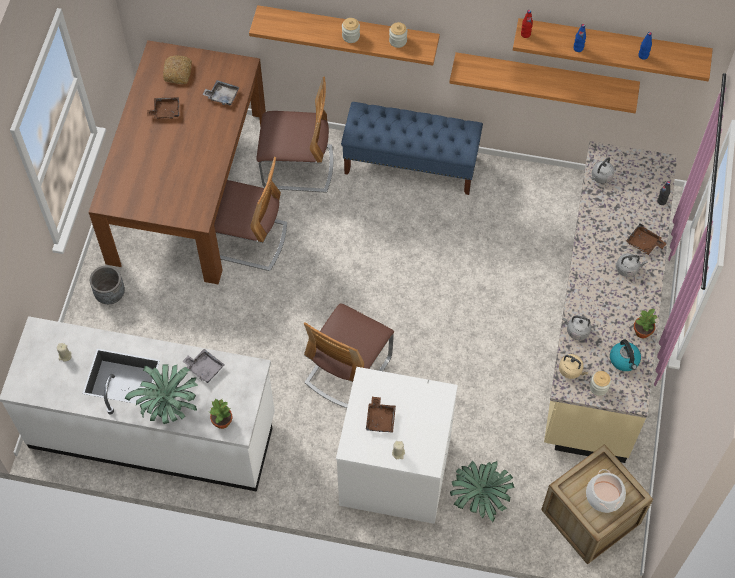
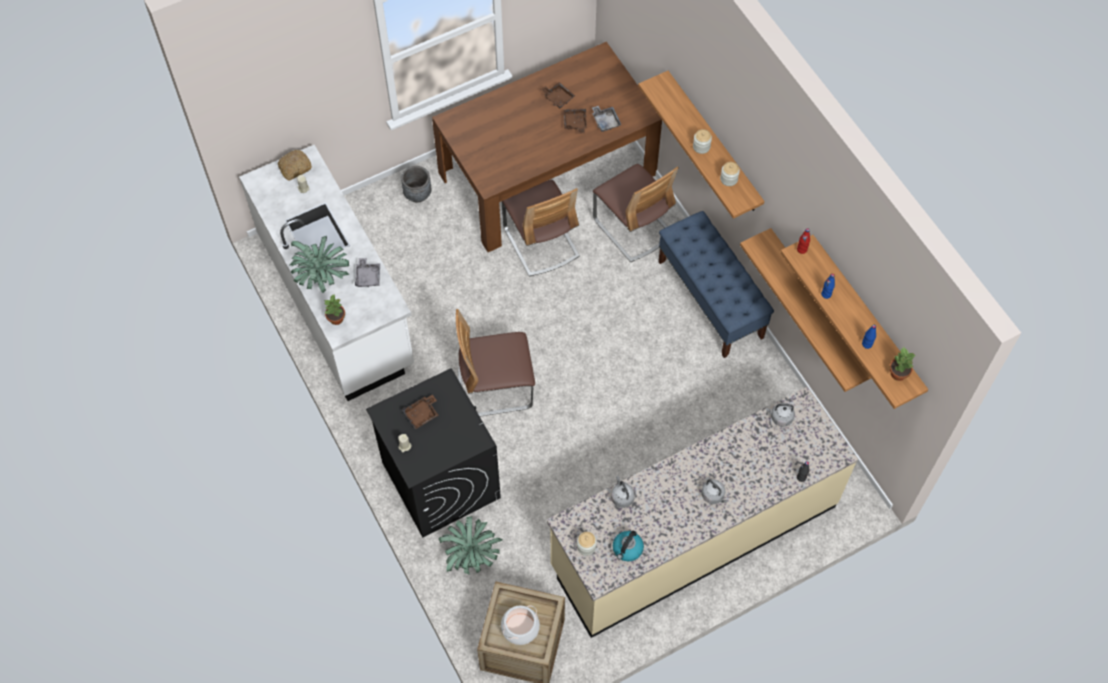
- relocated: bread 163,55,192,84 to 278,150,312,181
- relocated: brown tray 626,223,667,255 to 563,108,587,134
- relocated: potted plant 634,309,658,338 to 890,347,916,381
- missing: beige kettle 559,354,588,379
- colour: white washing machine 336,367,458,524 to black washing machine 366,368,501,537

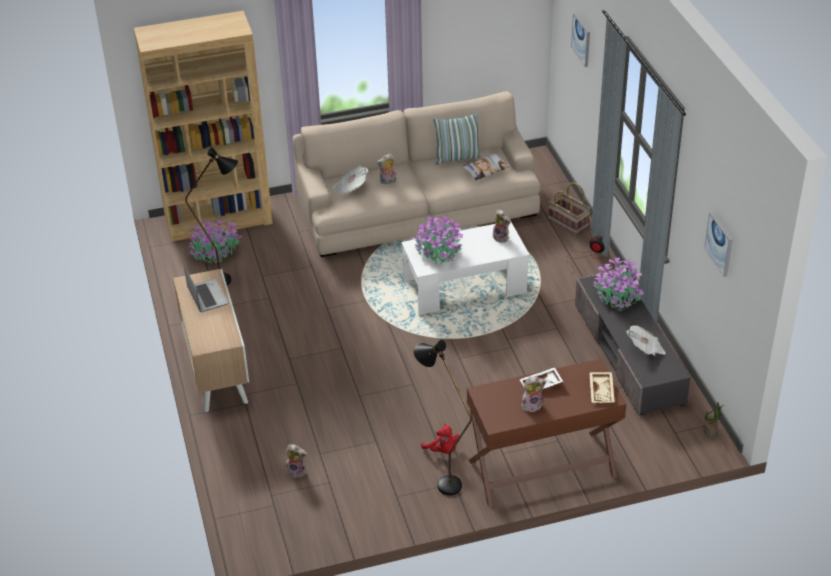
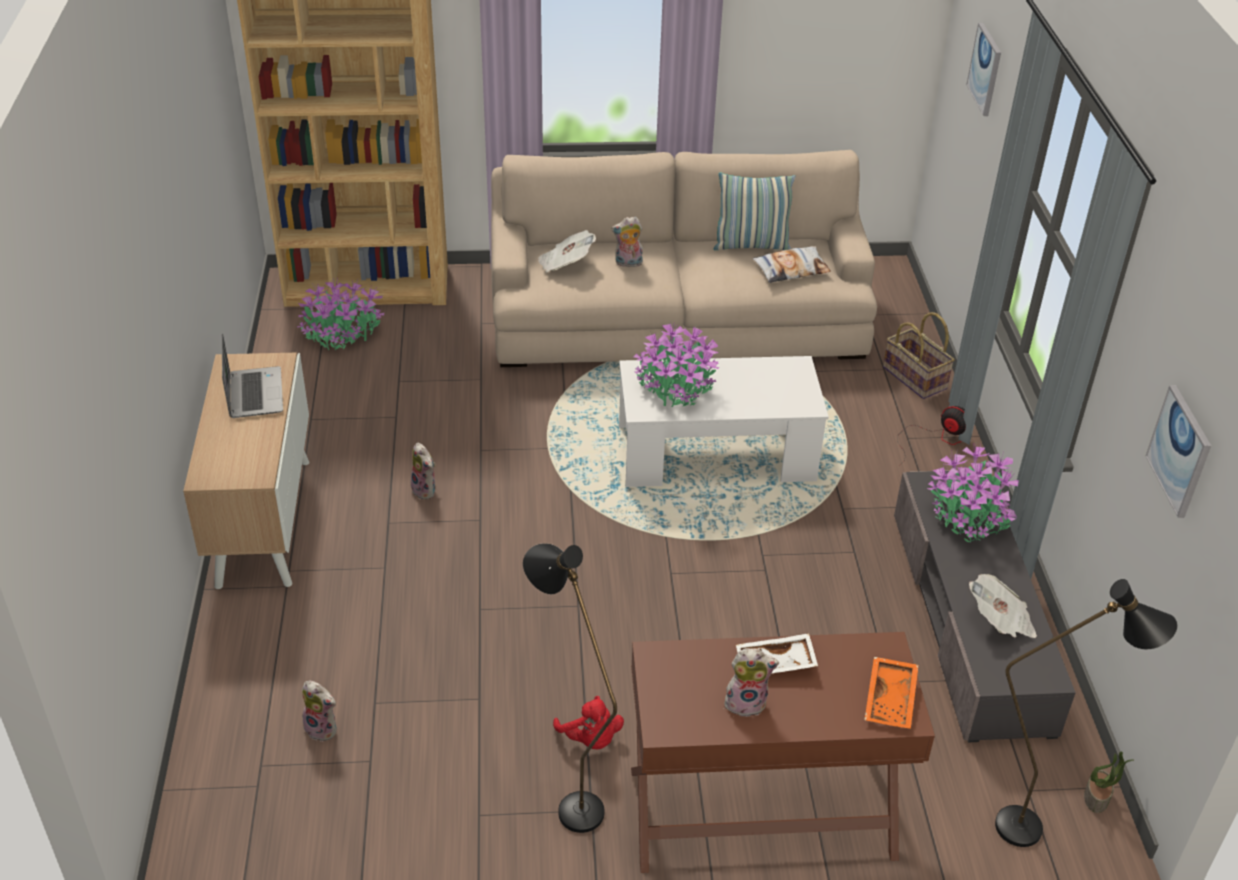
- relocated: black floor lamp 185,147,238,285 to 995,579,1178,847
- relocated: plush toy 493,209,511,243 to 411,443,436,500
- colour: beige tray 589,372,615,403 to orange tray 864,657,919,729

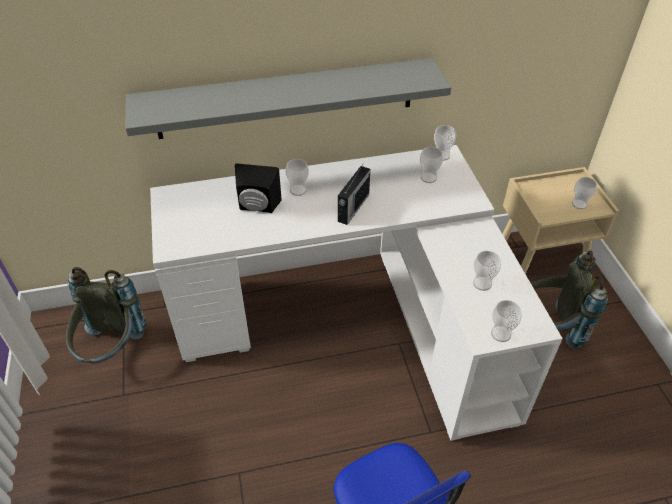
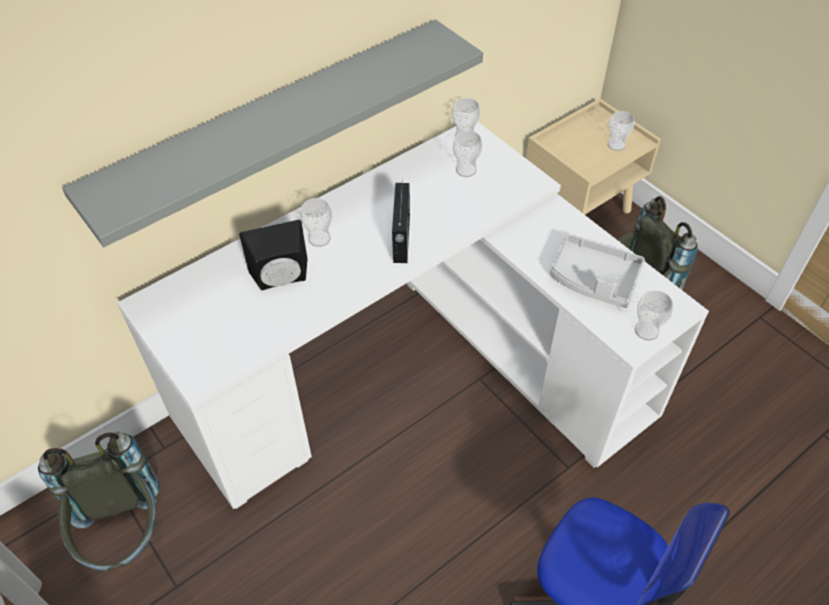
- exchanged: cup 473,251,501,291 to grey tray 550,234,645,308

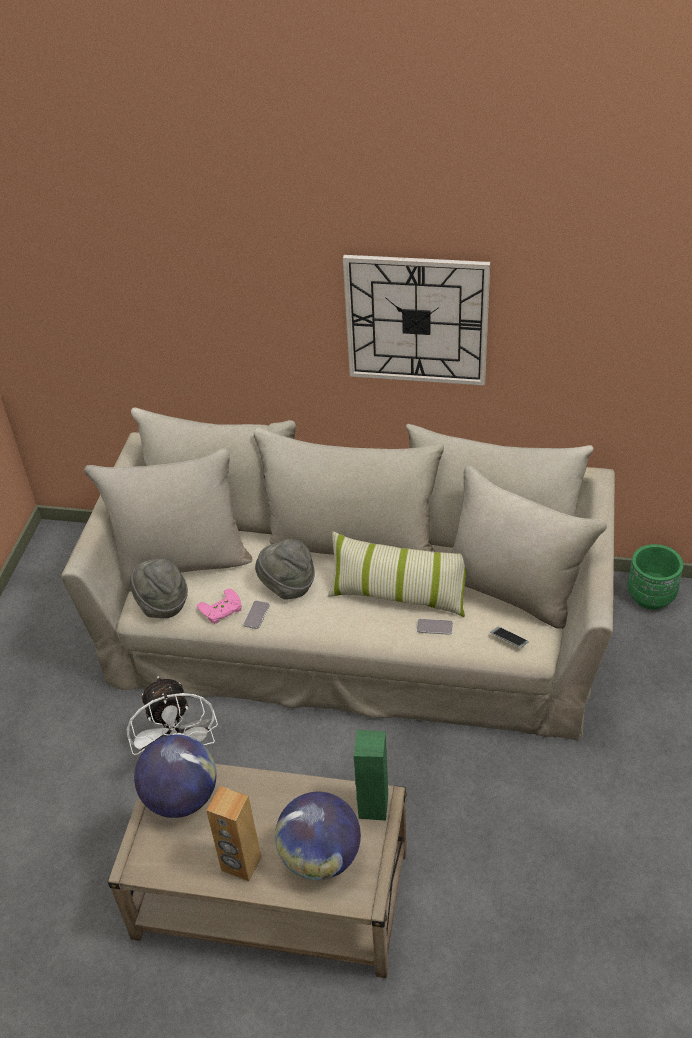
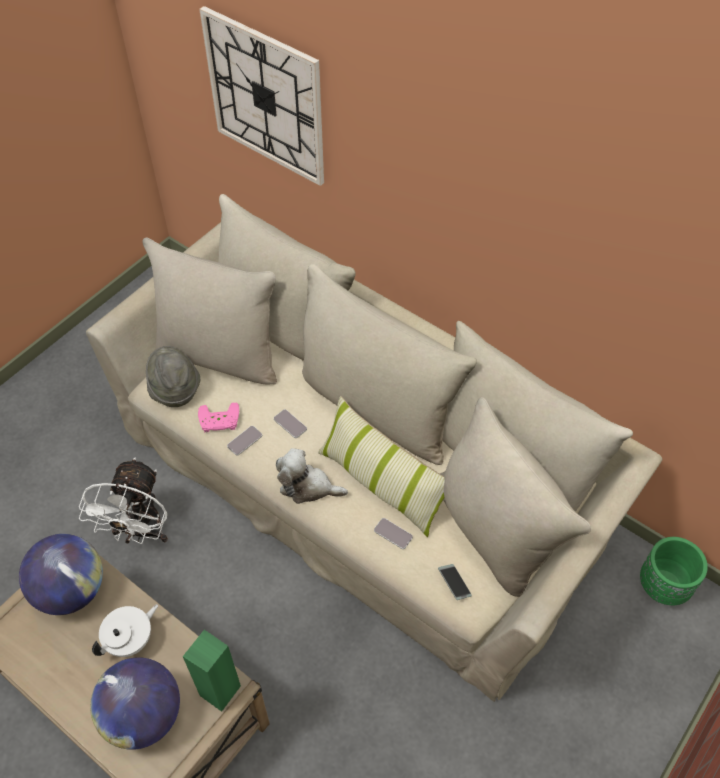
- relocated: wall clock 343,255,490,386 to 199,6,324,186
- exchanged: grey hat 255,539,315,600 to phone 274,409,307,438
- missing: brown speaker 206,786,261,881
- appeared: plush toy 276,448,348,504
- appeared: white teapot 92,604,158,657

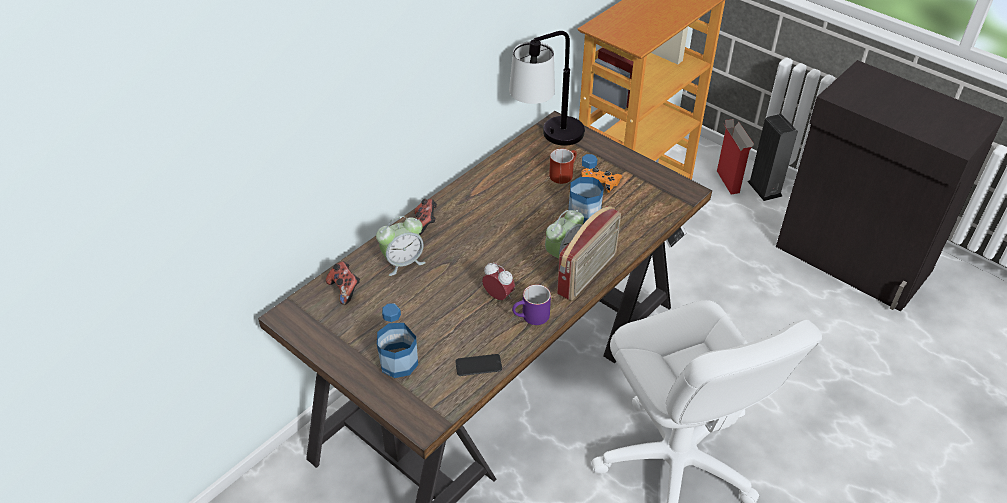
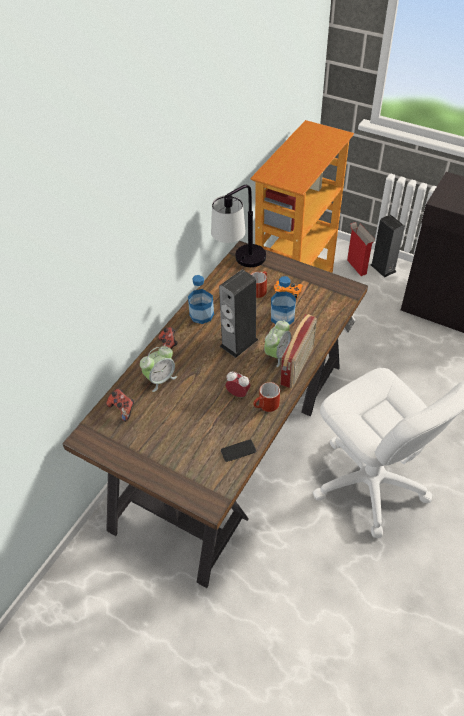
- colour: purple mug 512,284,551,325 to red mug 253,382,280,412
- relocated: bottle 377,303,418,378 to 188,275,214,324
- appeared: speaker 219,270,258,358

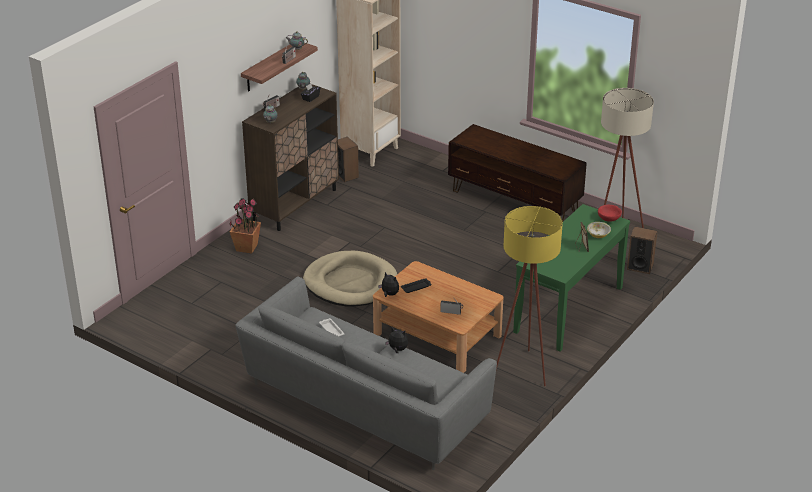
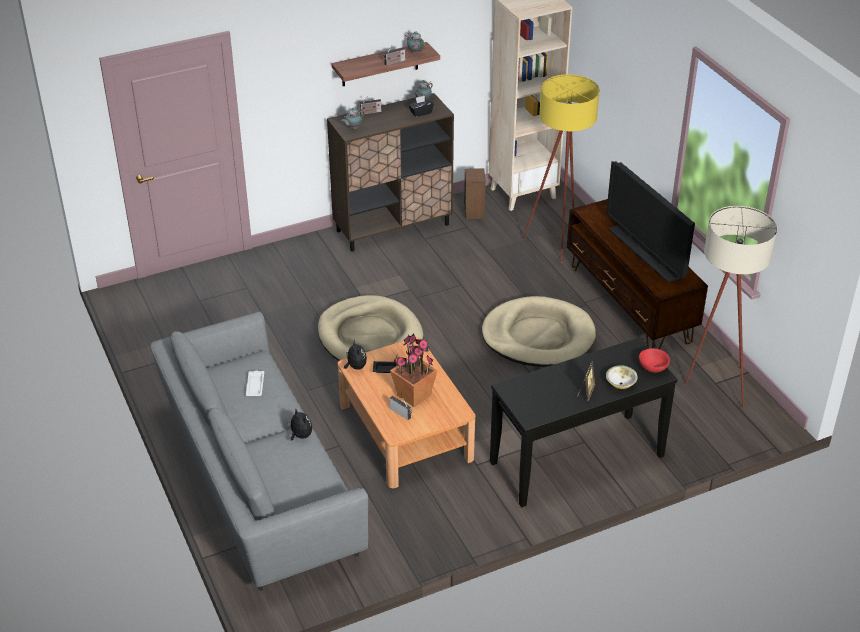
- relocated: potted plant 230,198,261,254 to 390,333,438,407
- colour: green console table 513,204,630,352 to black console table 490,337,678,507
- relocated: yellow floor lamp 496,206,563,386 to 523,74,600,263
- missing: speaker 627,226,658,274
- appeared: television 606,161,695,282
- appeared: beige dog bed 482,296,596,367

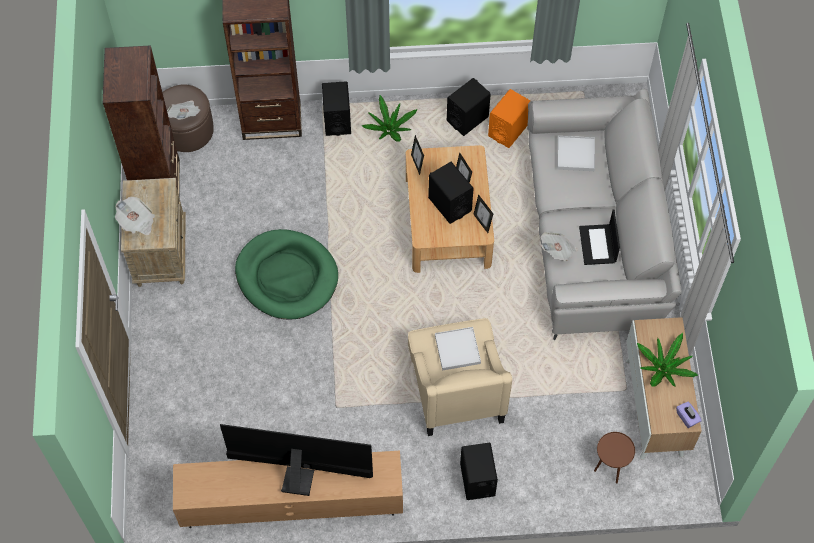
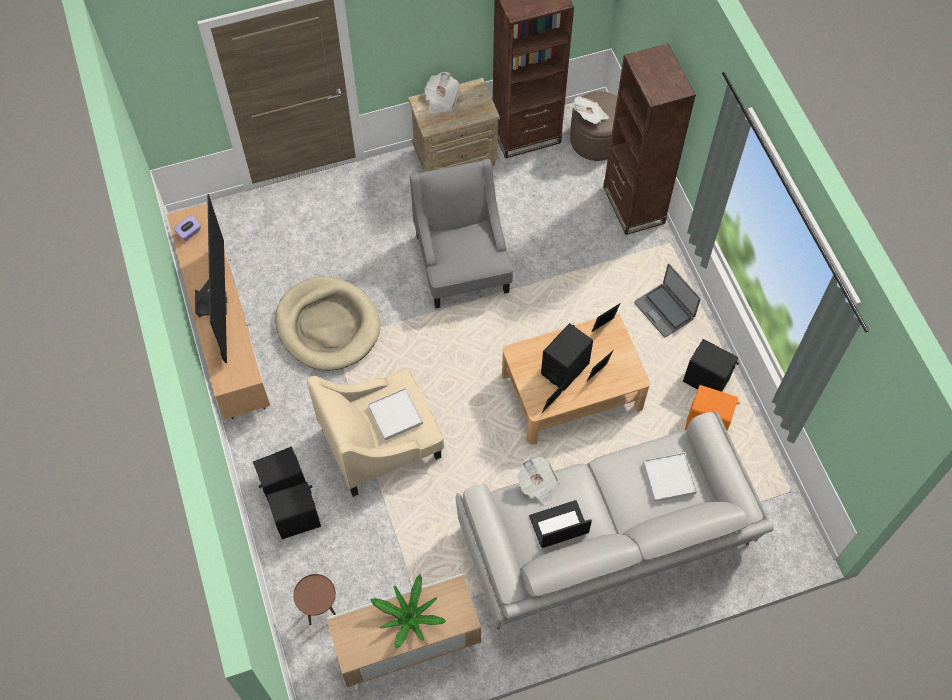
- relocated: black speaker 322,81,351,136 to 267,482,321,539
- exchanged: potted plant 362,95,417,142 to laptop 634,264,701,337
- exchanged: green dog bed 235,229,338,319 to grey armchair 410,159,513,308
- relocated: purple tissue box 676,402,702,428 to 174,215,201,241
- appeared: beige dog bed 275,276,381,371

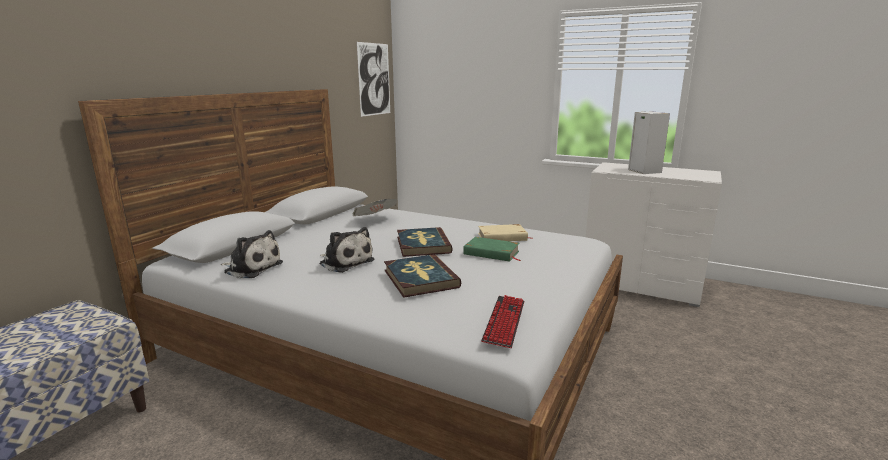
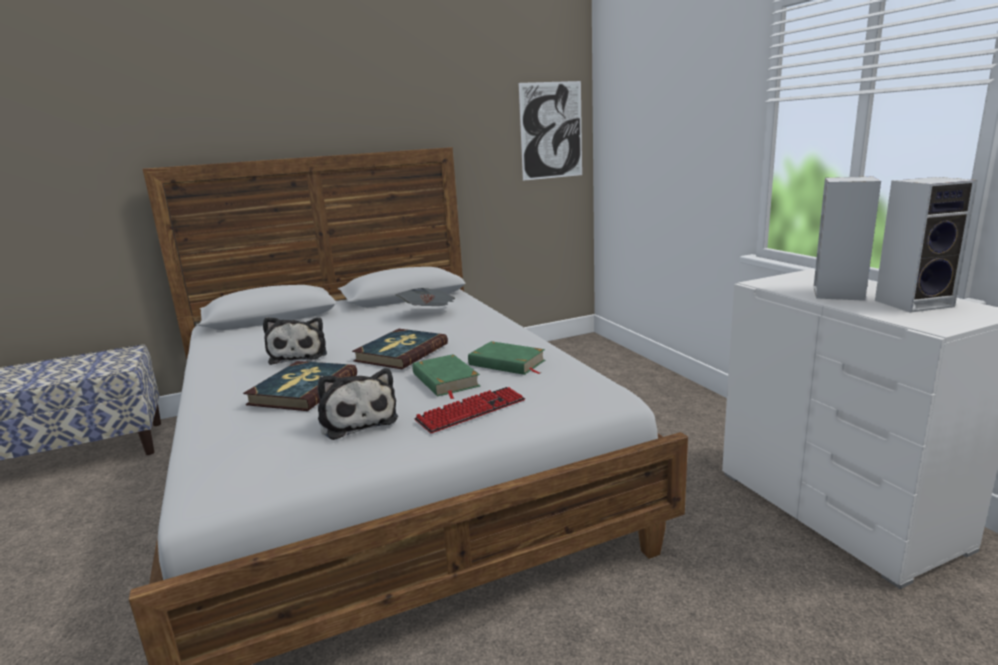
- colour: beige book 478,224,533,241 to green book 468,341,545,375
- relocated: plush toy 221,230,283,278 to 318,368,398,440
- relocated: keyboard 481,295,524,348 to 414,387,525,433
- appeared: speaker 875,177,978,313

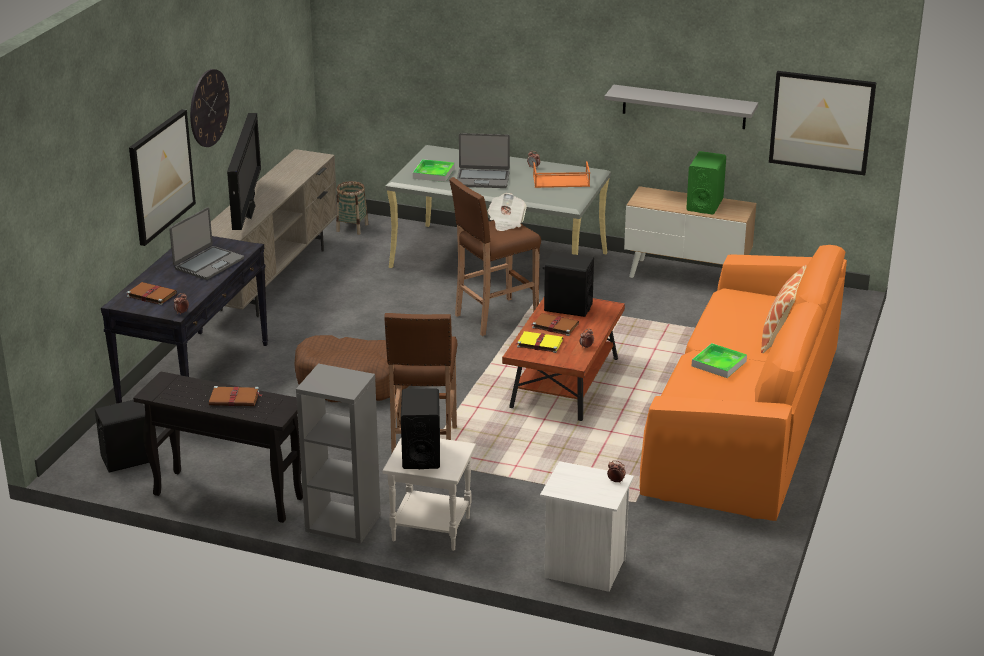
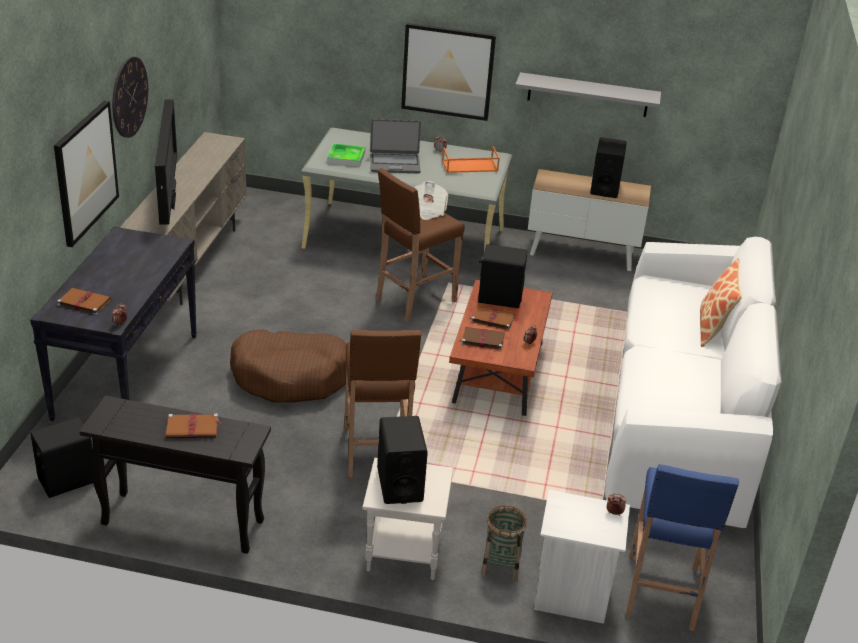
- relocated: picture 769,71,876,176 to 401,23,496,121
- colour: green speaker 686,151,726,215 to black speaker 590,137,627,198
- relocated: basket 336,181,368,235 to 481,505,527,581
- missing: laptop 169,207,244,280
- colour: orange sofa 640,245,847,521 to white sofa 605,237,782,528
- colour: yellow book 516,331,563,353 to brown book 459,327,505,350
- missing: tray 692,343,747,378
- missing: grey bookcase 296,364,381,544
- appeared: blue stool 626,464,739,631

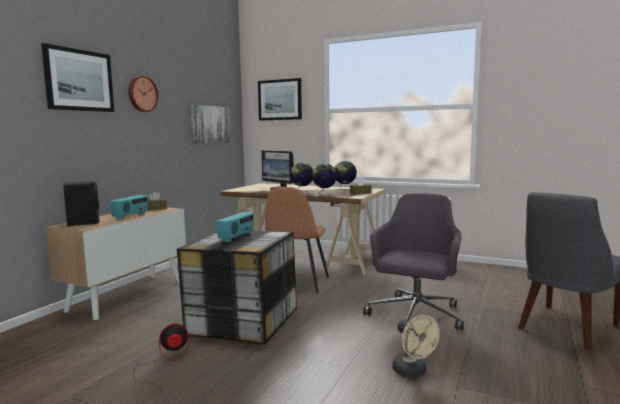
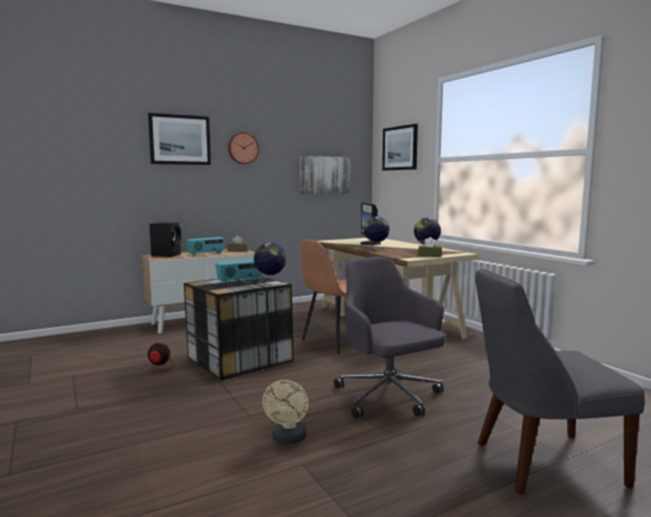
- relocated: globe 312,163,337,196 to 254,243,286,285
- spun: grey office chair 363,193,464,330 = 334,257,446,418 90 degrees counterclockwise

